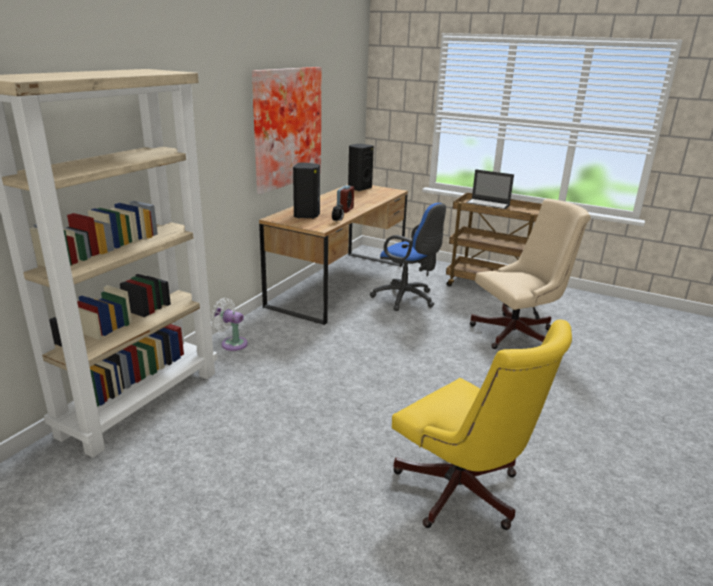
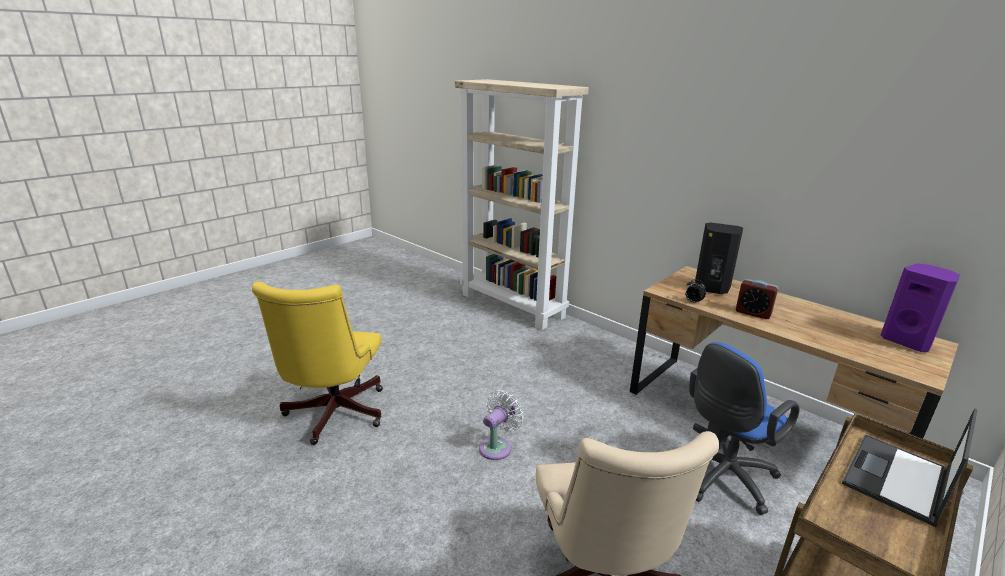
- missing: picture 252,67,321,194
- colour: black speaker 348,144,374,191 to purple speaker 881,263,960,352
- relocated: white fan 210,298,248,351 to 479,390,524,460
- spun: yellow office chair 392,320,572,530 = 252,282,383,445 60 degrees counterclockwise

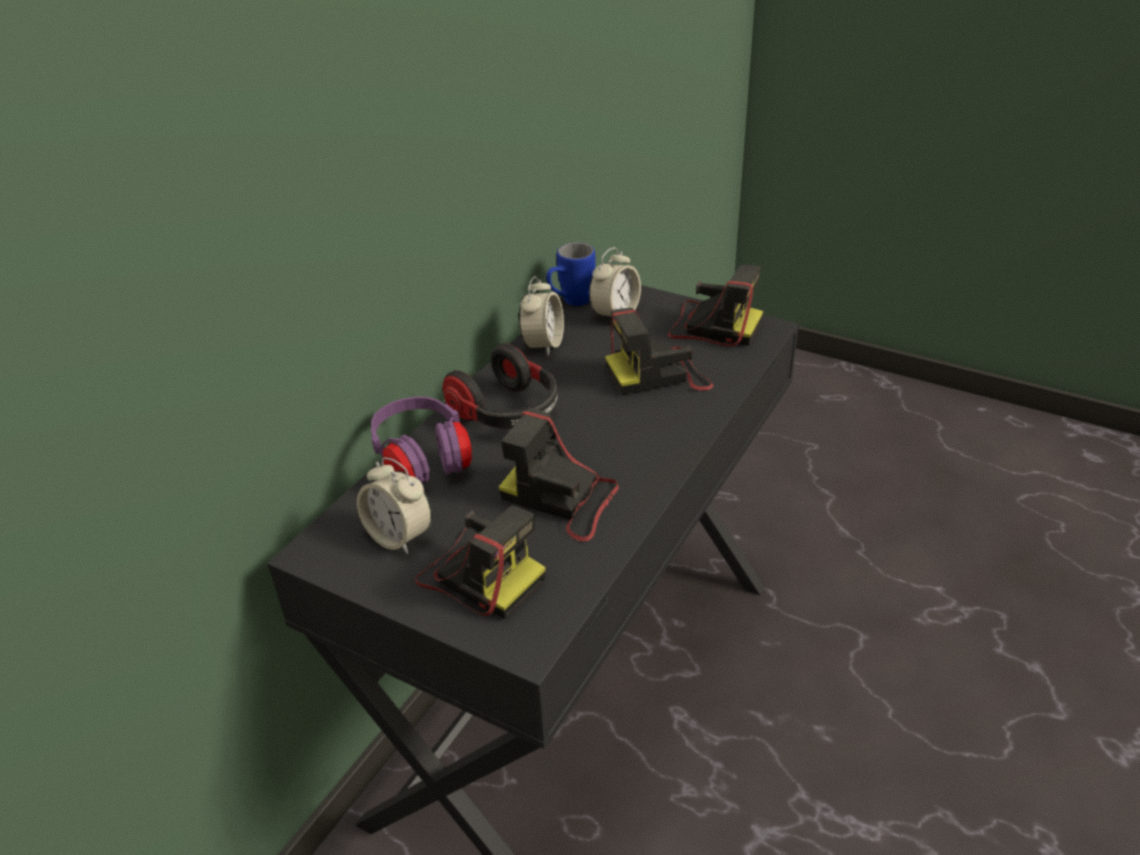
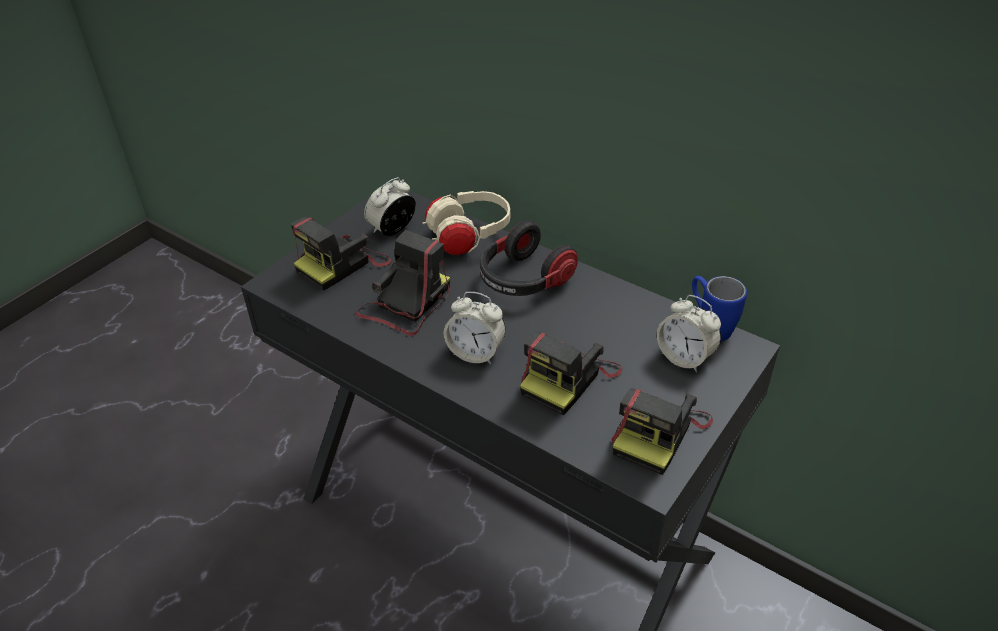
- relocated: alarm clock 519,276,564,356 to 444,292,506,364
- spun: photo camera 605,308,713,394 = 520,332,622,415 135 degrees counterclockwise
- colour: purple headphones 371,397,472,484 to beige headphones 423,191,510,255

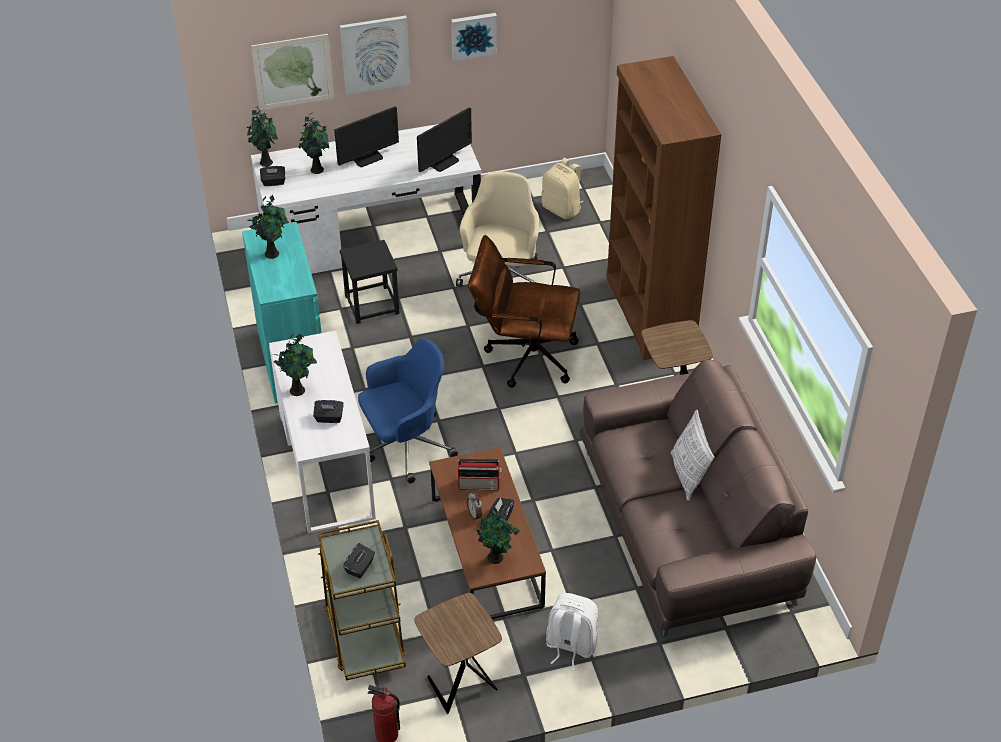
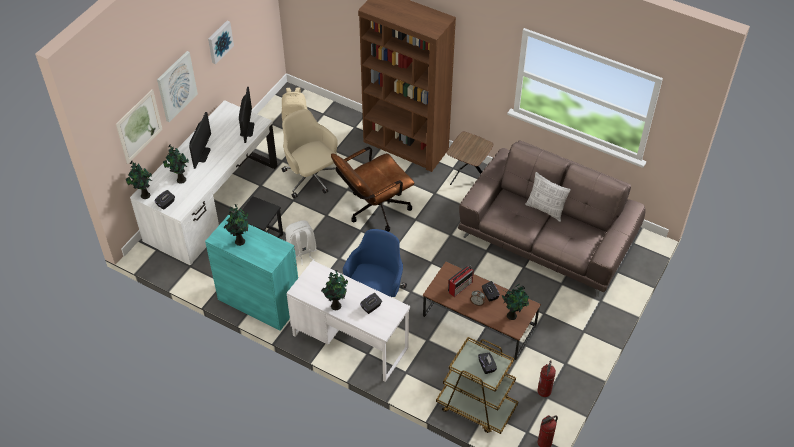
- exchanged: brown side table 414,593,502,714 to fire extinguisher 537,360,556,397
- relocated: white backpack 546,593,598,670 to 285,220,317,265

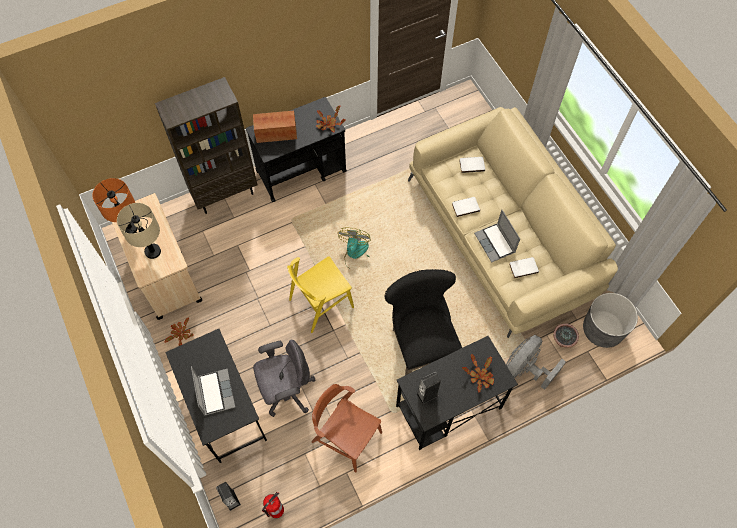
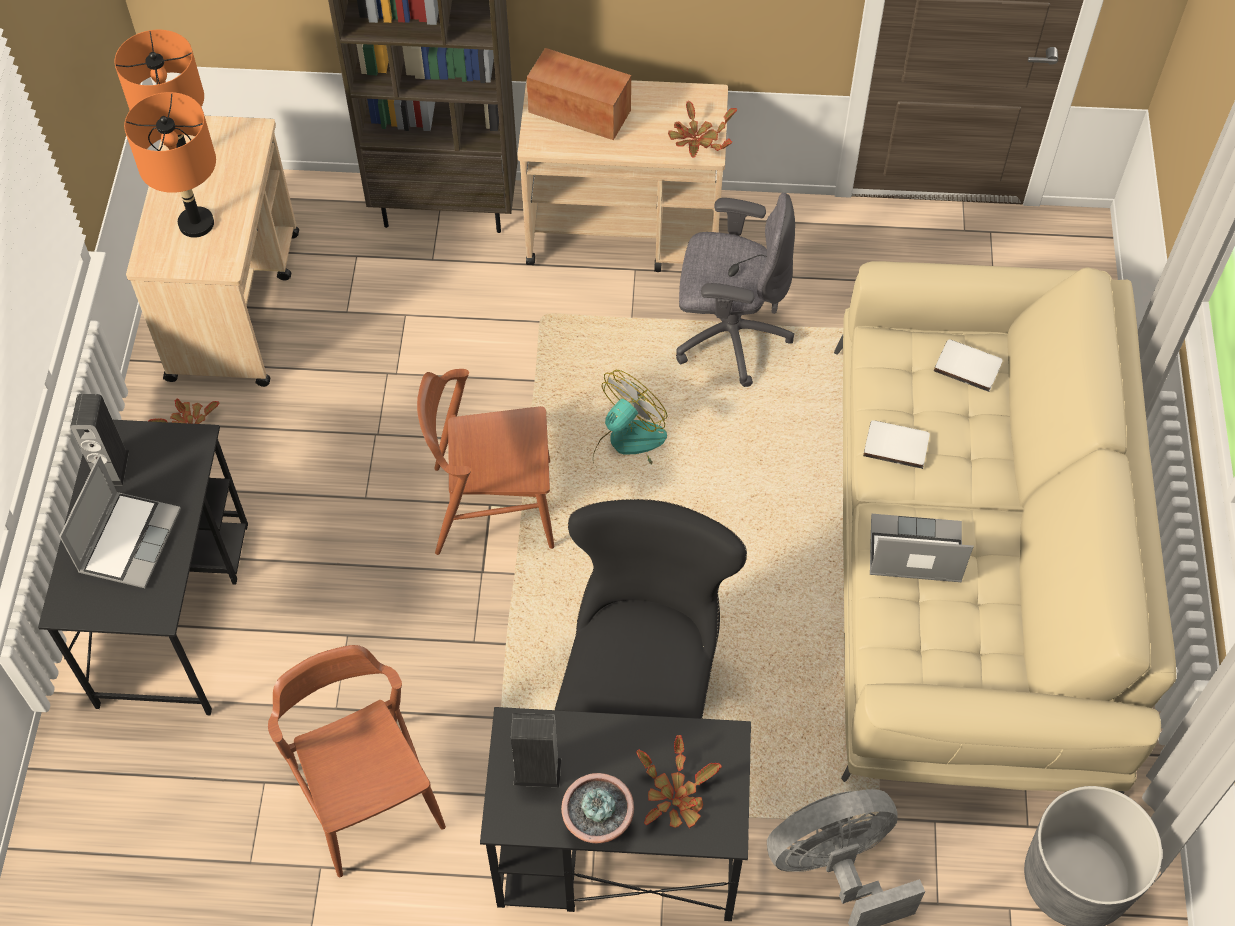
- colour: black cart 246,97,347,202 to beige cart 517,78,728,272
- colour: beige table lamp 117,203,161,259 to orange table lamp 124,92,216,238
- spun: laptop 474,210,520,263 = 870,514,974,582 90 degrees clockwise
- colour: yellow chair 287,257,354,333 to brown chair 417,369,554,555
- missing: white book 509,257,539,278
- relocated: potted plant 553,323,579,348 to 561,773,634,843
- relocated: grey office chair 253,339,316,417 to 676,193,795,387
- relocated: speaker 216,482,241,511 to 70,394,129,486
- missing: fire extinguisher 262,492,284,518

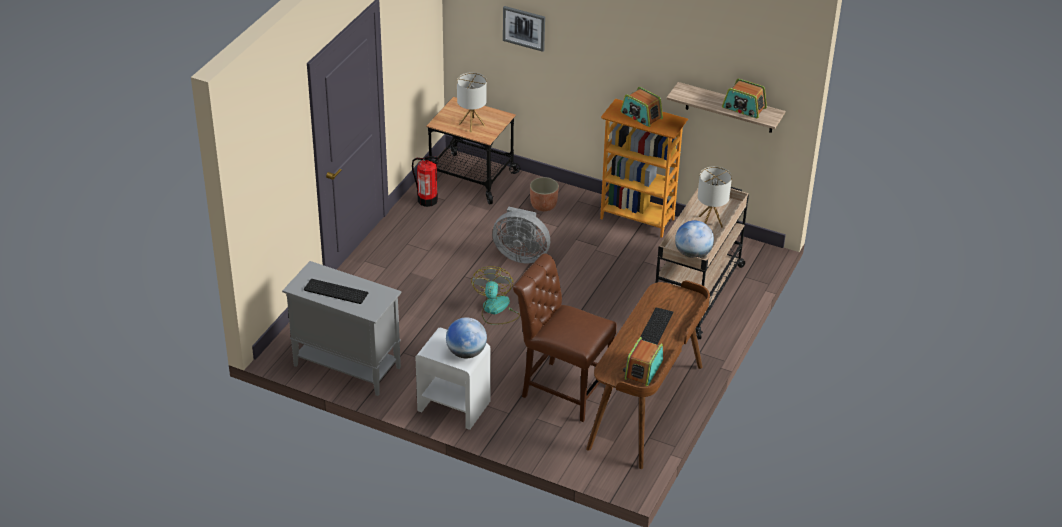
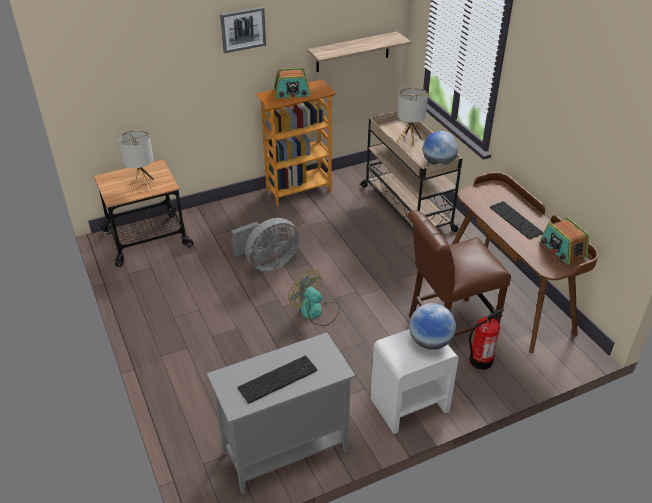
- relocated: picture 503,6,545,52 to 220,7,266,53
- missing: radio 722,79,767,119
- relocated: fire extinguisher 412,156,438,207 to 469,309,504,370
- missing: planter 530,177,559,211

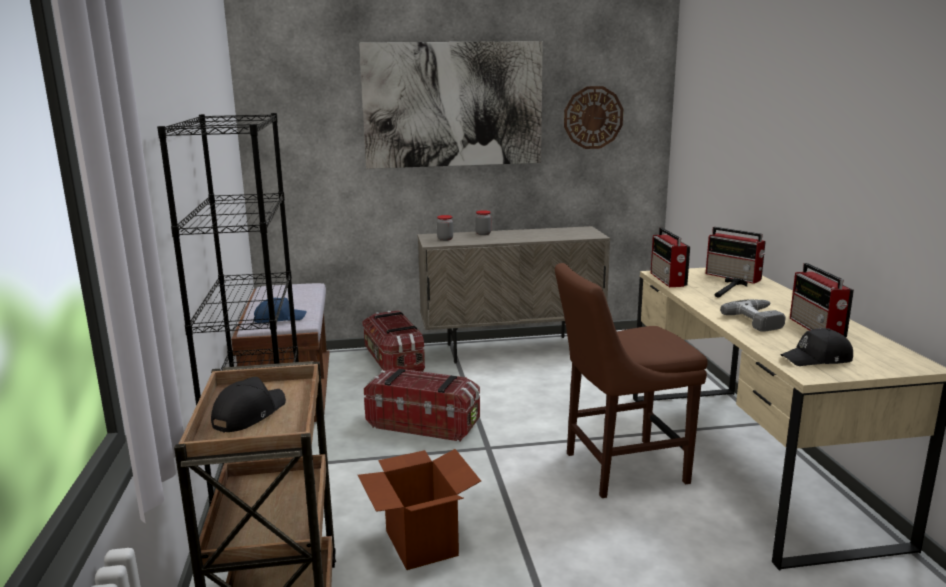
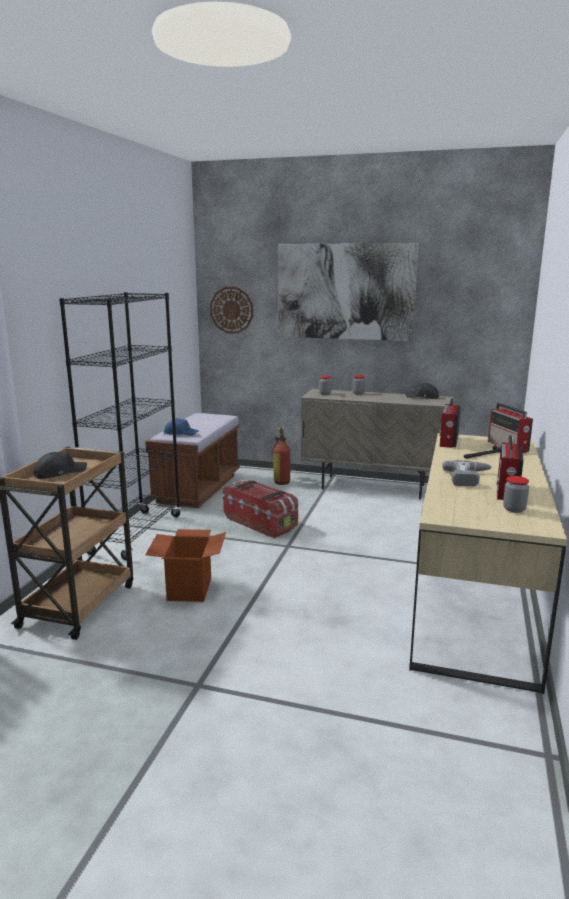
- relocated: wall clock 564,86,623,149 to 210,287,253,334
- missing: brown chair 555,263,707,498
- exchanged: storage box 362,310,425,372 to fire extinguisher 272,427,290,485
- relocated: black cap 780,328,853,366 to 405,383,439,399
- appeared: jar 503,476,529,513

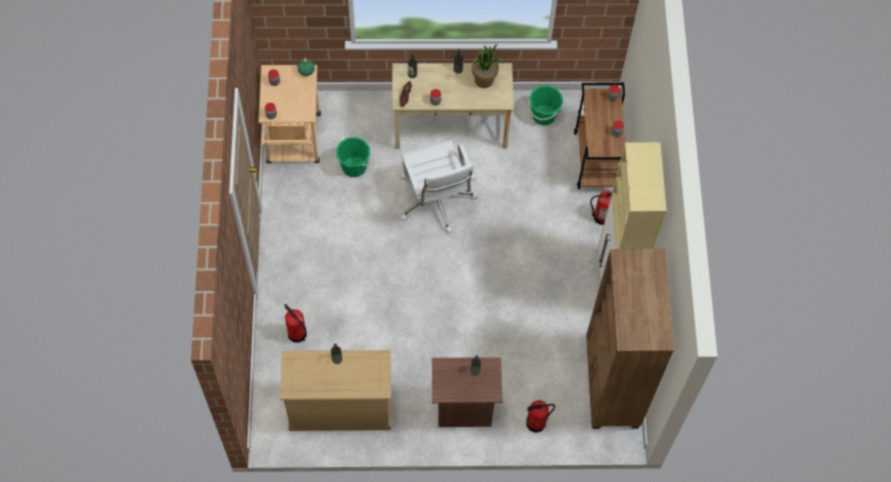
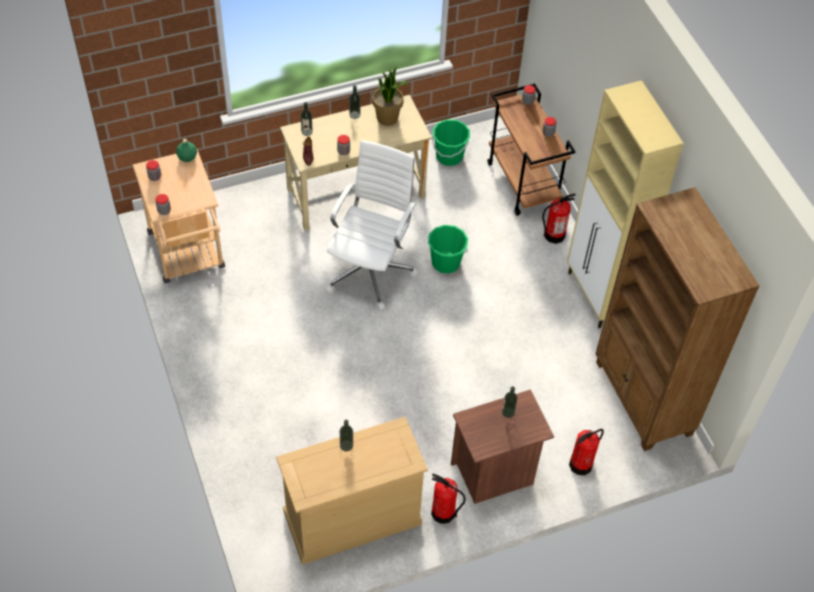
- relocated: green bucket 336,137,371,177 to 428,225,468,274
- spun: white office chair 400,140,478,234 = 326,140,418,311 120 degrees counterclockwise
- relocated: fire extinguisher 284,304,307,343 to 431,473,465,524

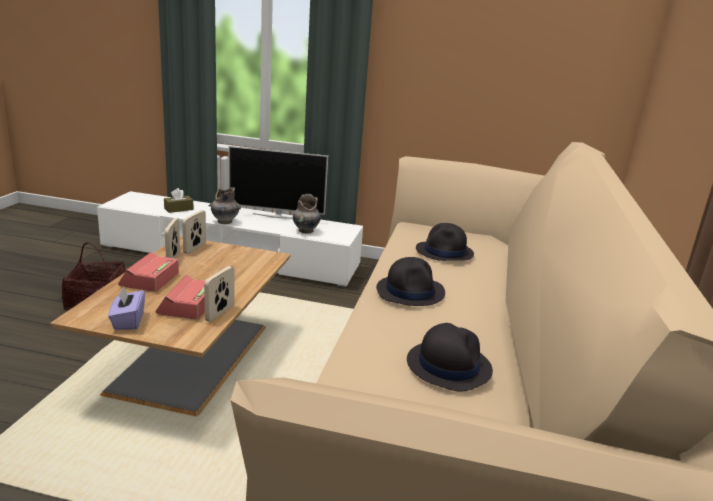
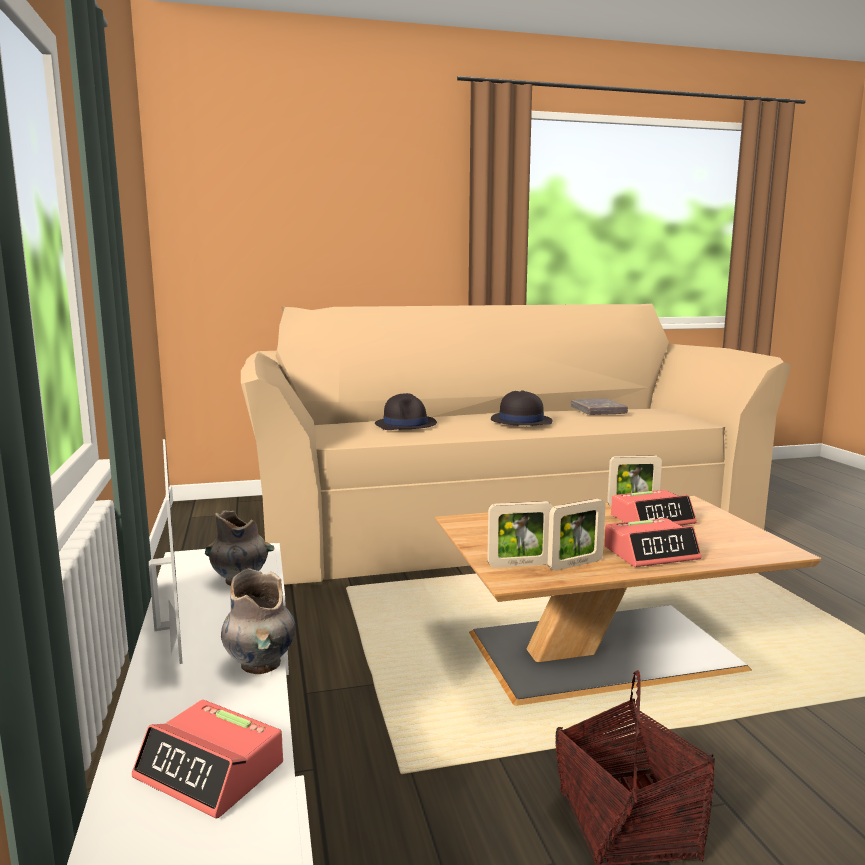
- exchanged: brown tissue box 164,188,194,213 to alarm clock 132,700,283,819
- missing: purple tissue box 108,286,145,330
- exchanged: black hat 407,323,493,392 to grey book 571,399,628,415

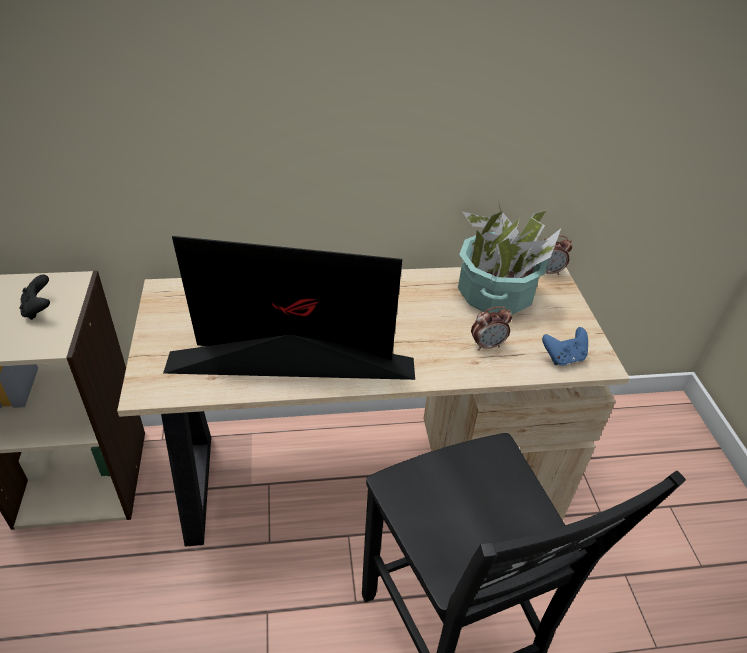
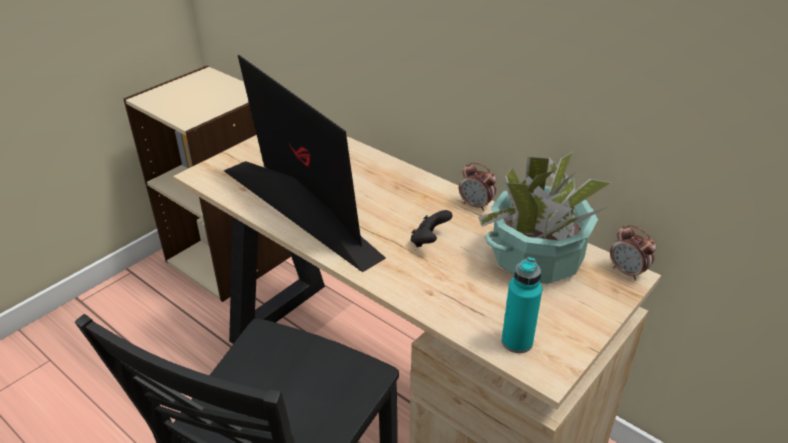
- relocated: black game controller 19,275,50,320 to 411,210,453,247
- relocated: alarm clock 471,306,512,351 to 459,162,496,211
- exchanged: blue game controller 542,327,588,365 to turquoise bottle 502,257,542,353

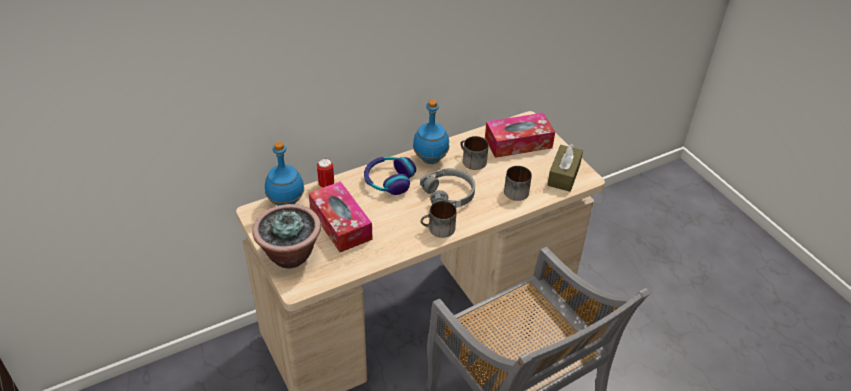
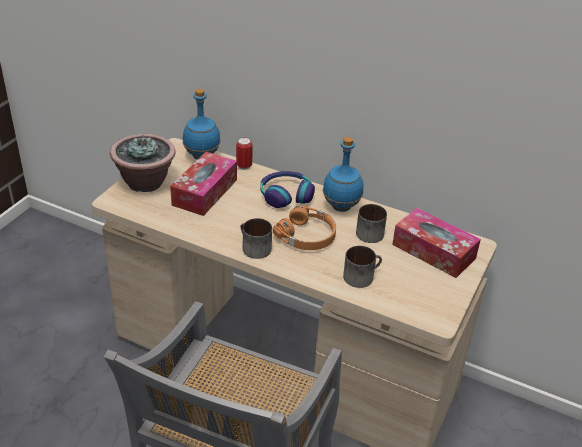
- missing: brown tissue box 547,144,583,192
- colour: grey headphones 420,168,475,208 to orange headphones 273,206,336,250

